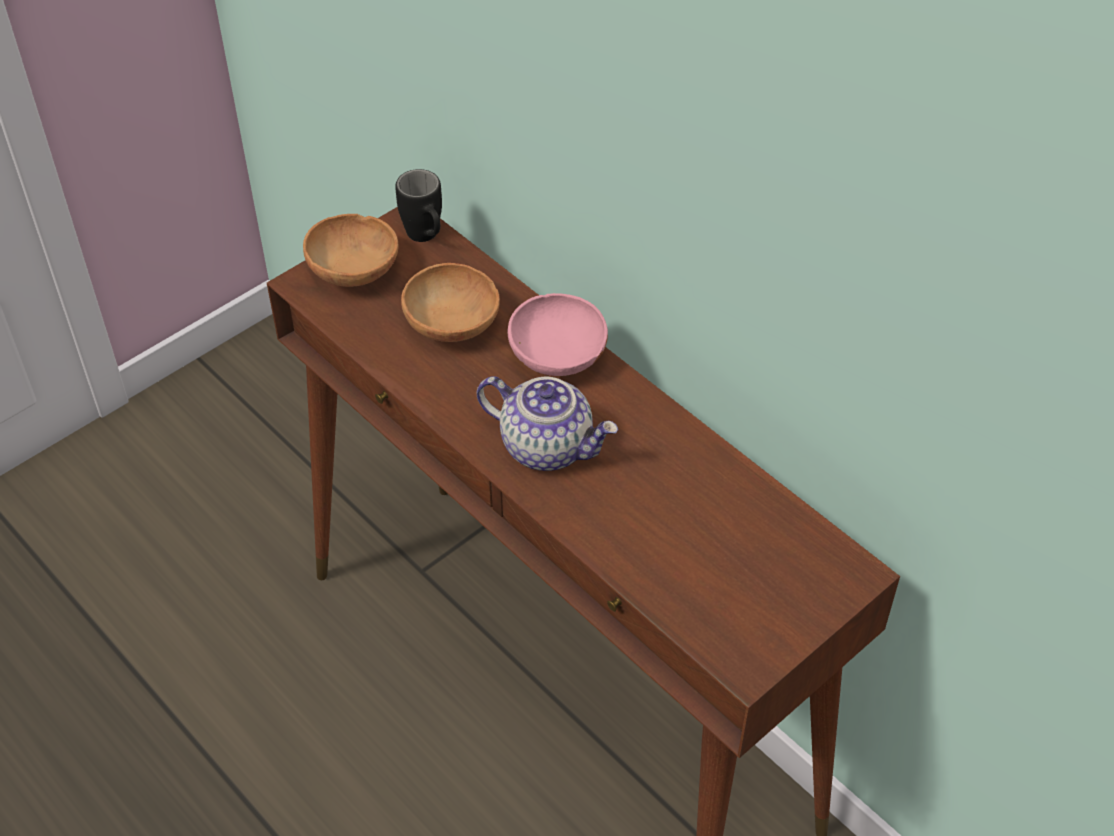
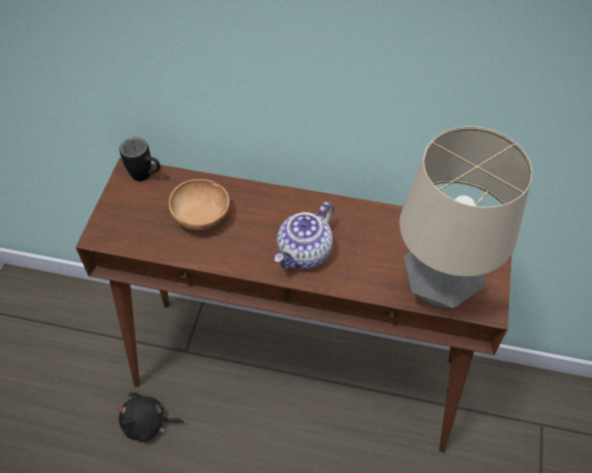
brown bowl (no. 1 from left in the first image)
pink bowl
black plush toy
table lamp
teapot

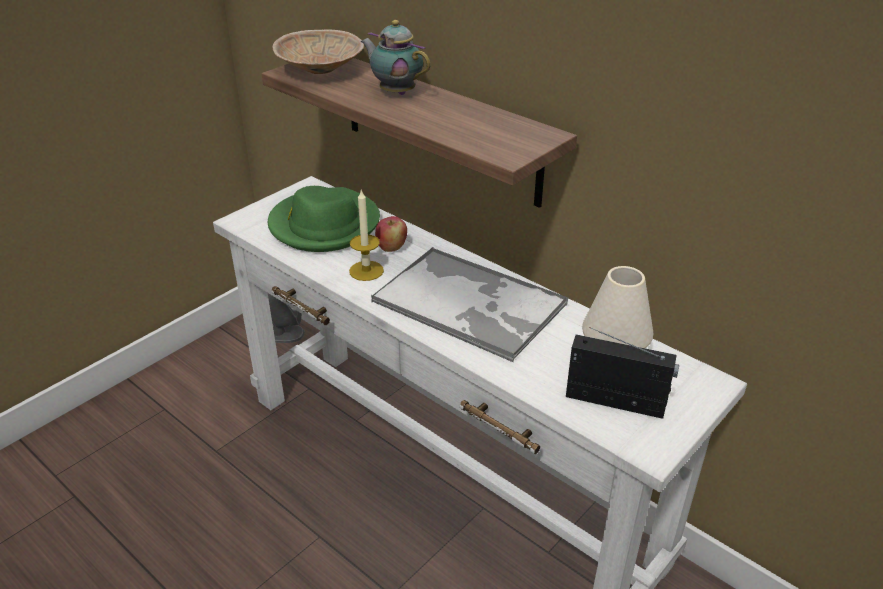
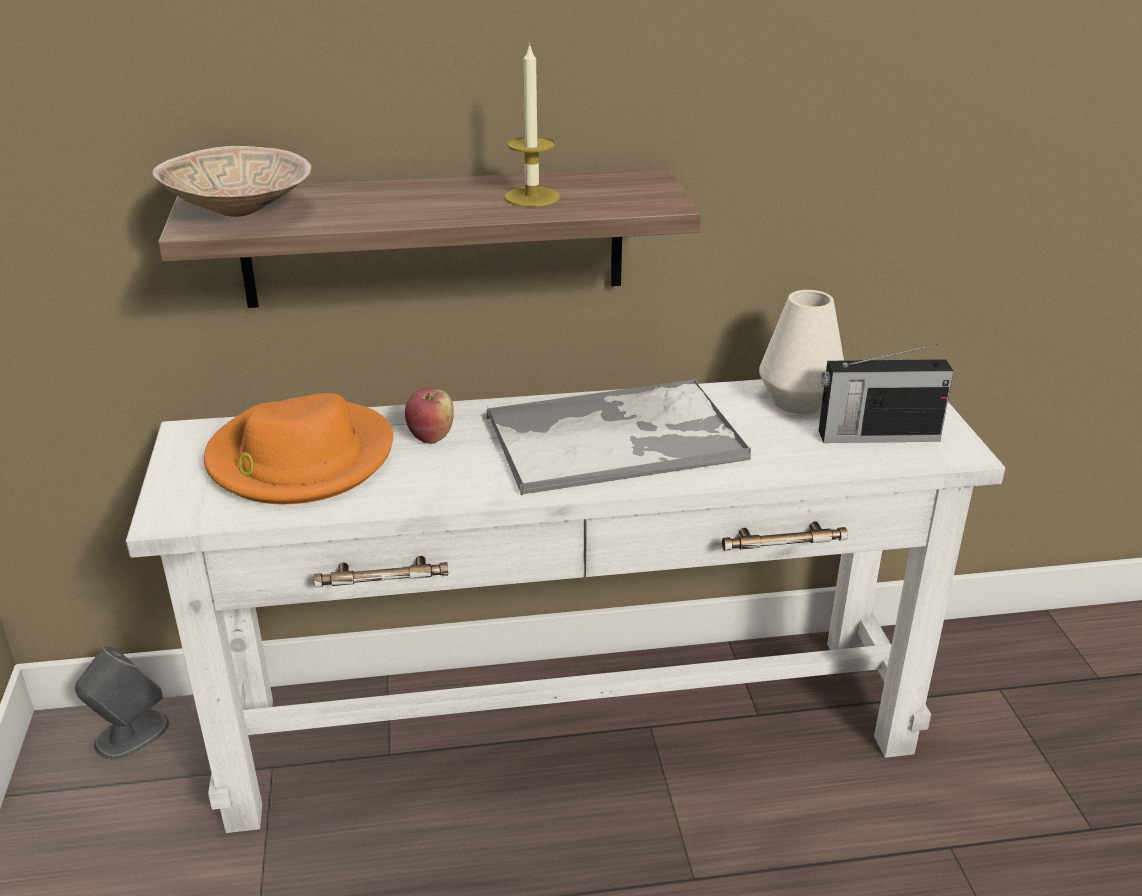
teapot
candle
orange hat
radio

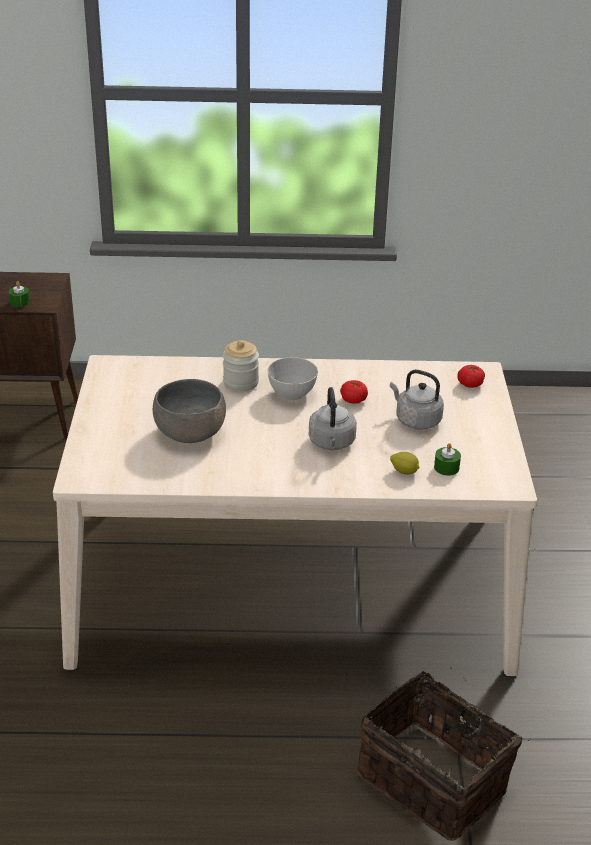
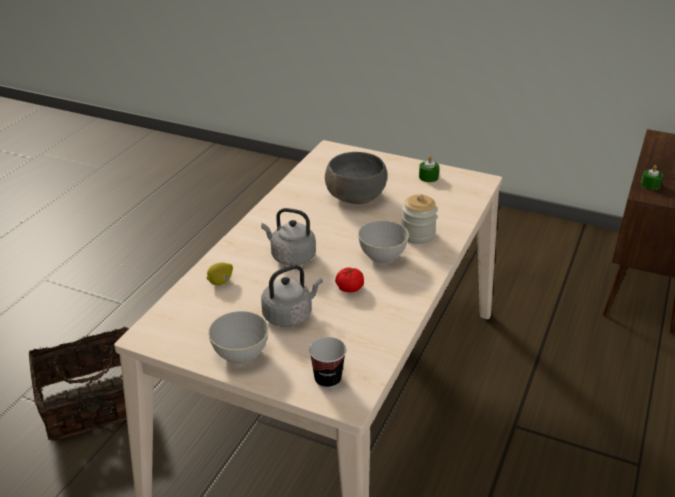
grey bowl (no. 1 from left)
green candle (no. 1 from left)
cup

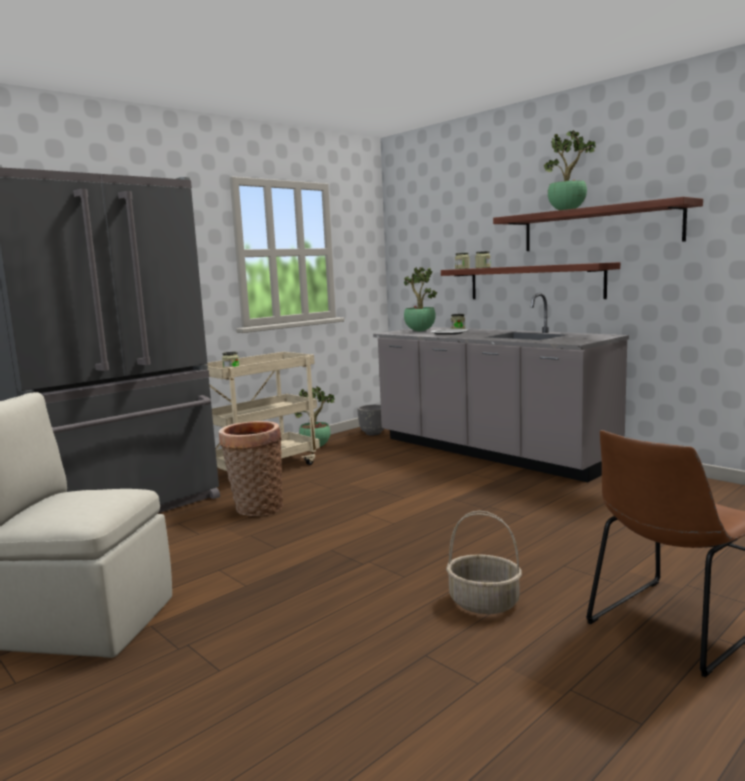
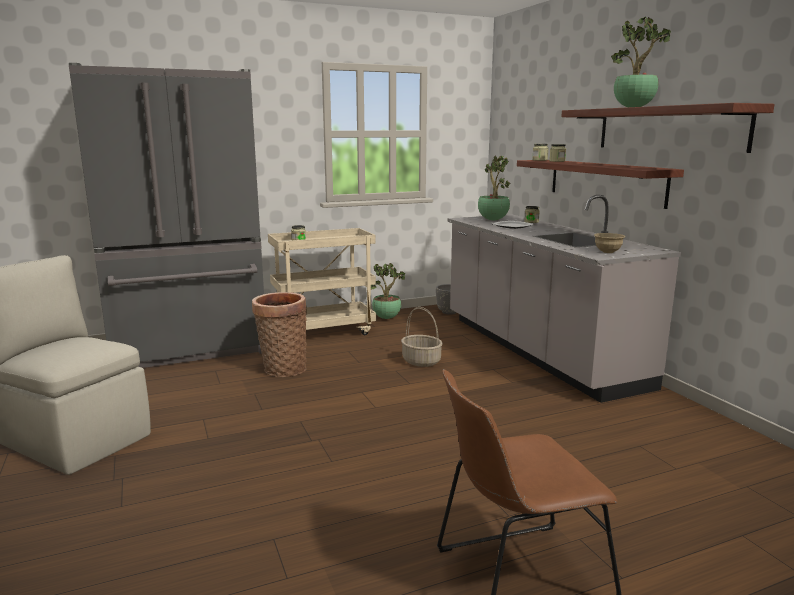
beige bowl
basket (no. 2 from left)

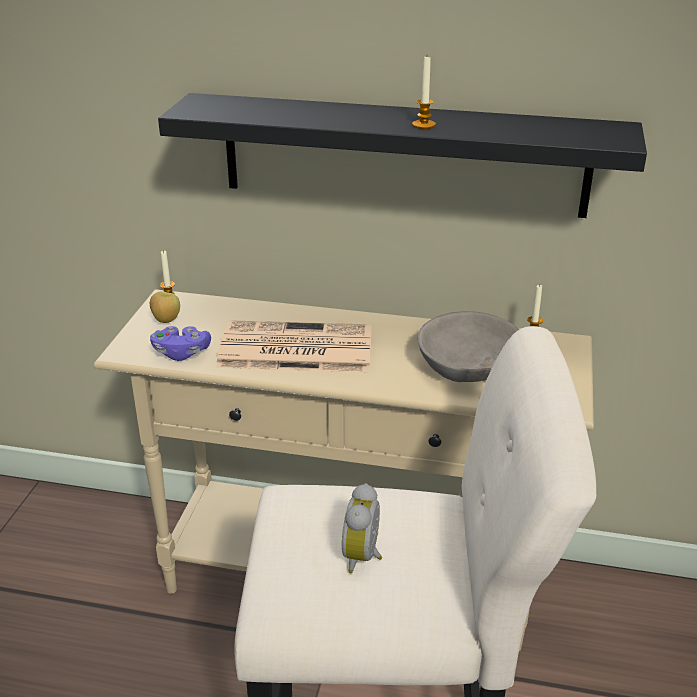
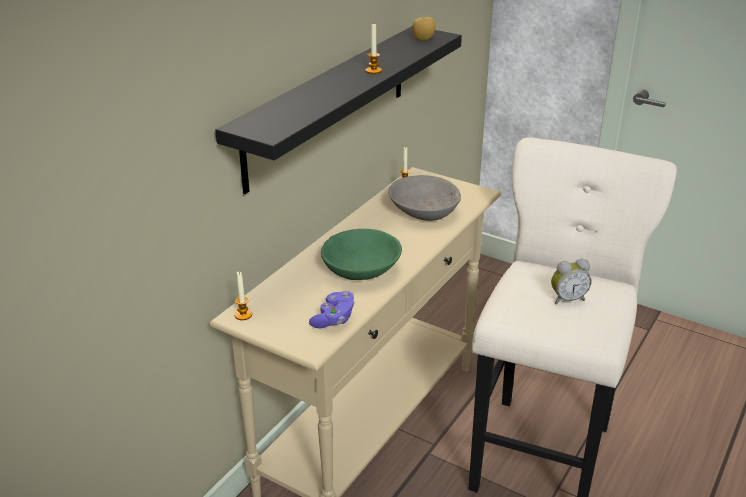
apple
green bowl
alarm clock

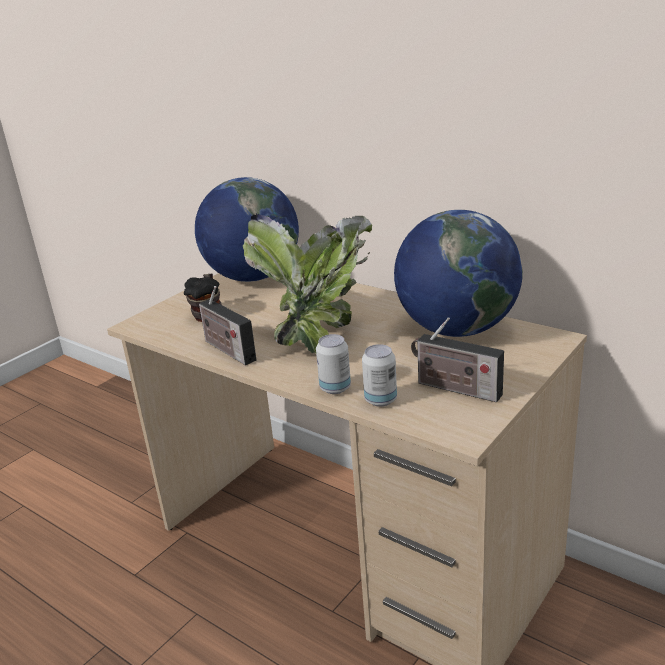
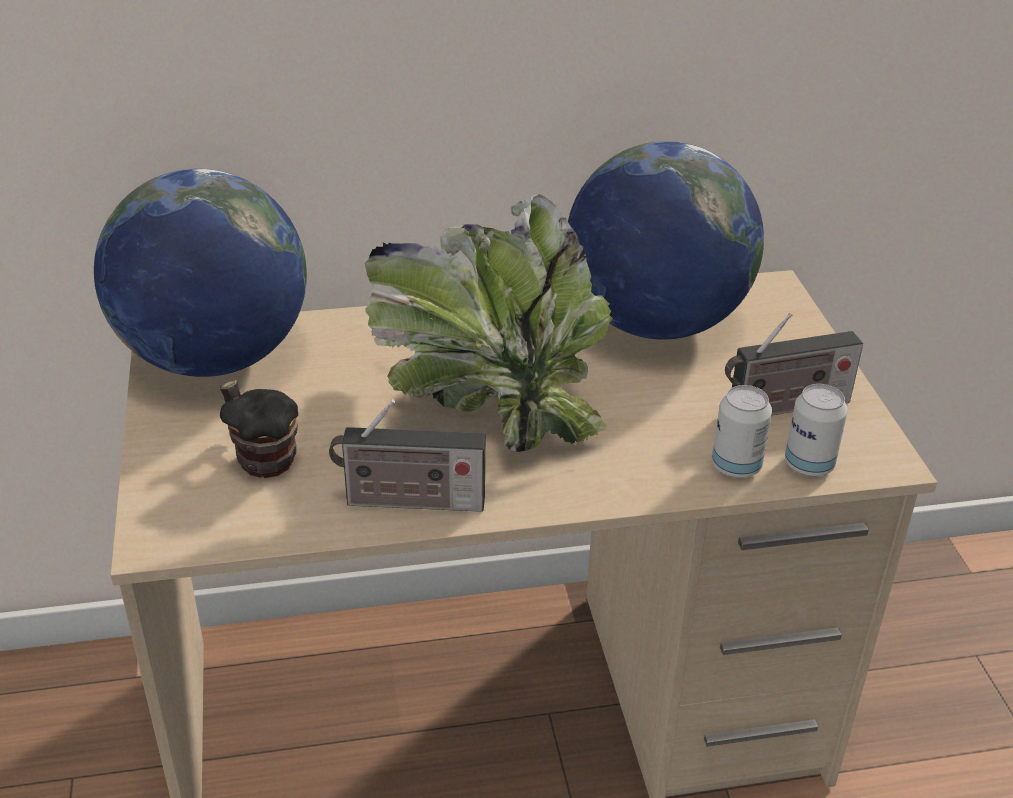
can (no. 2 from left)

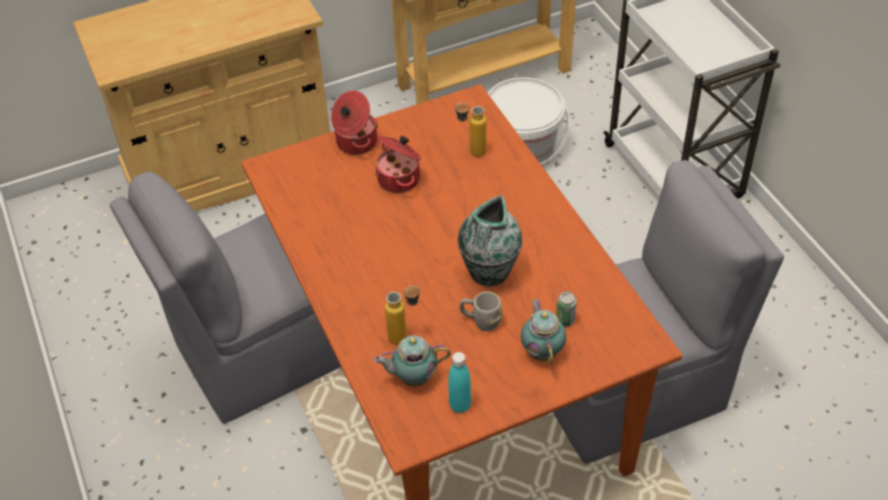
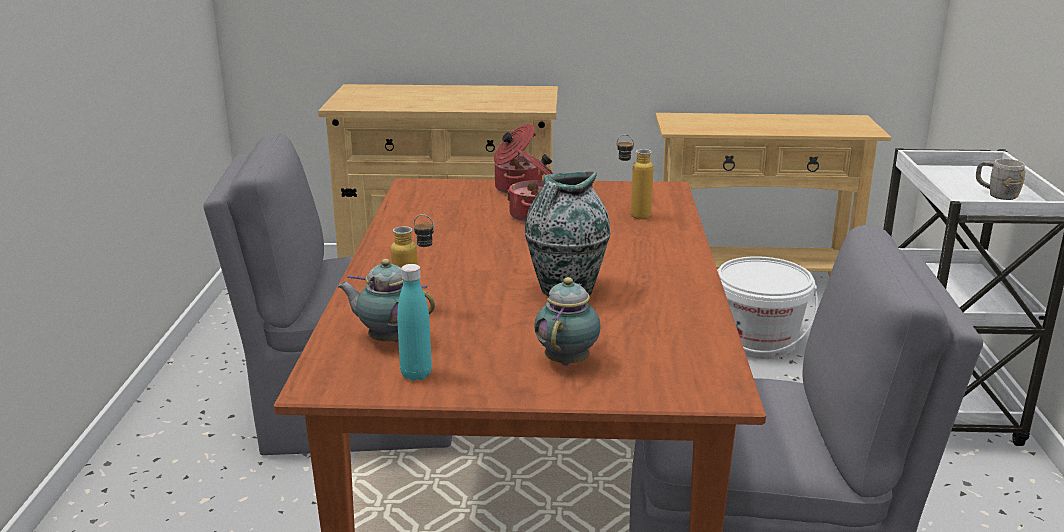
can
grey mug

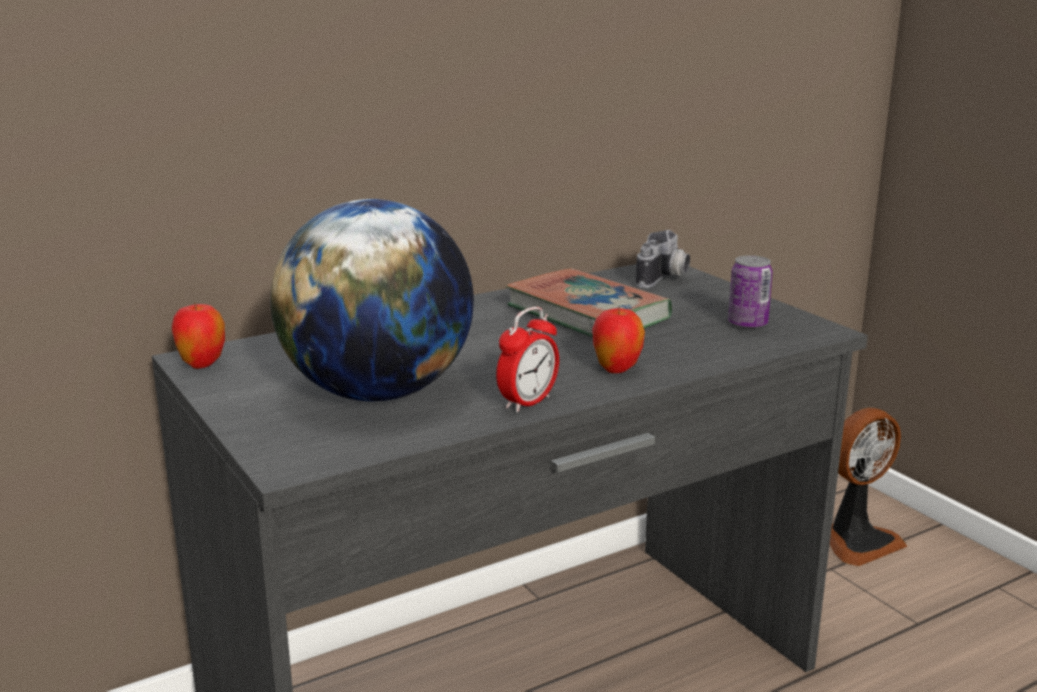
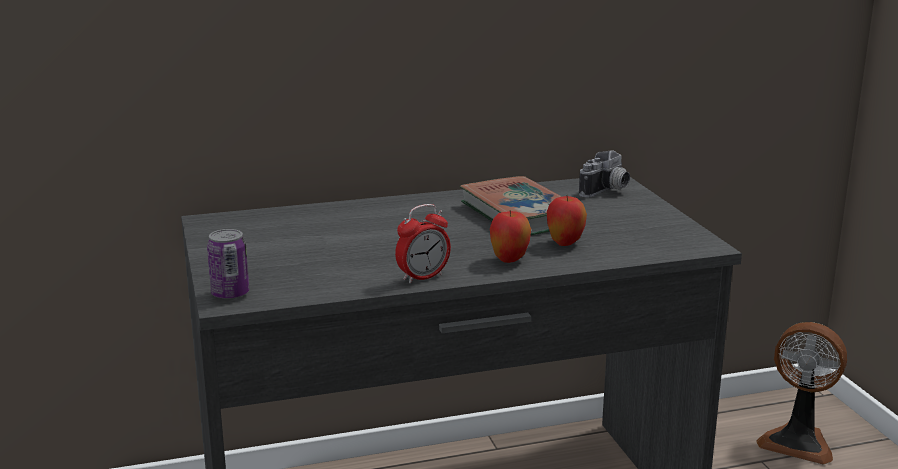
globe
apple (no. 2 from left)
can
fan

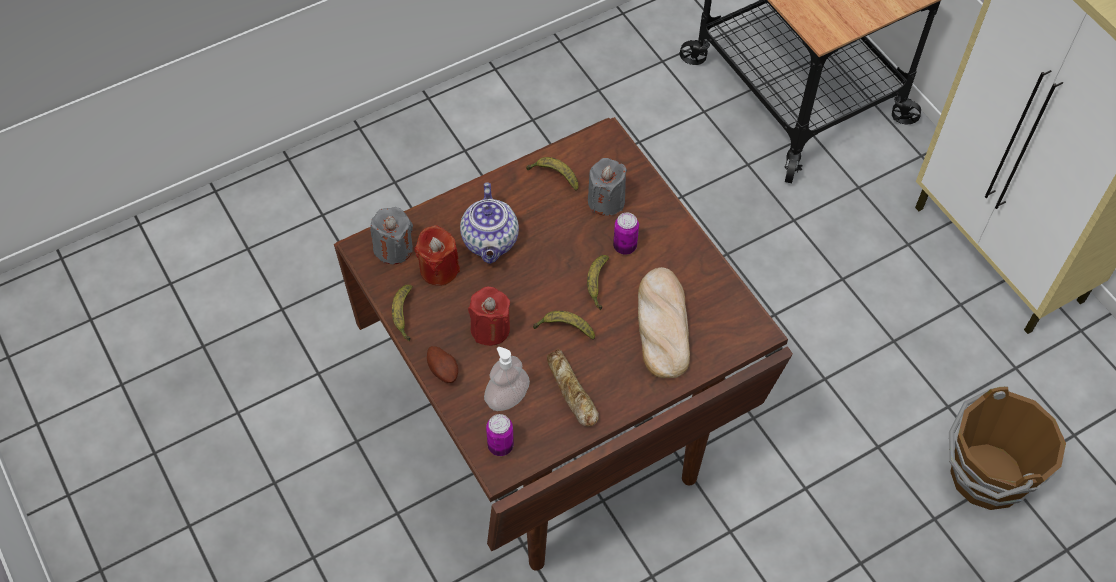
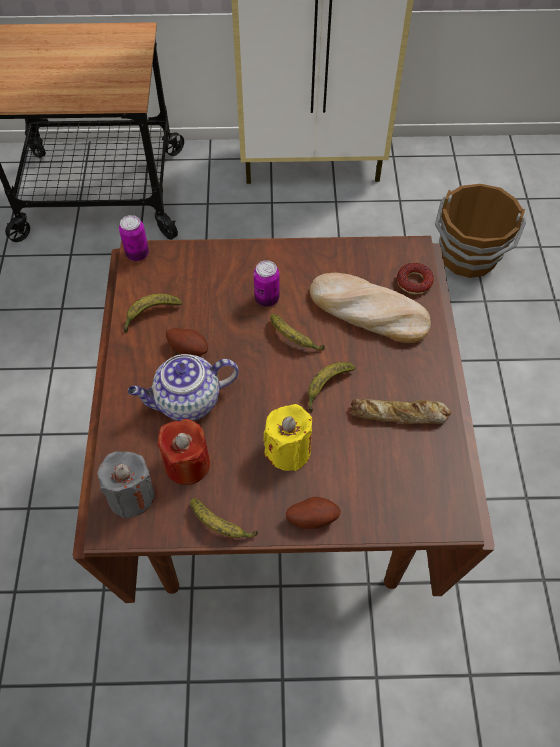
soap dispenser
grey candle (no. 2 from left in the first image)
potato (no. 1 from left)
donut
can (no. 1 from left)
yellow candle
teapot

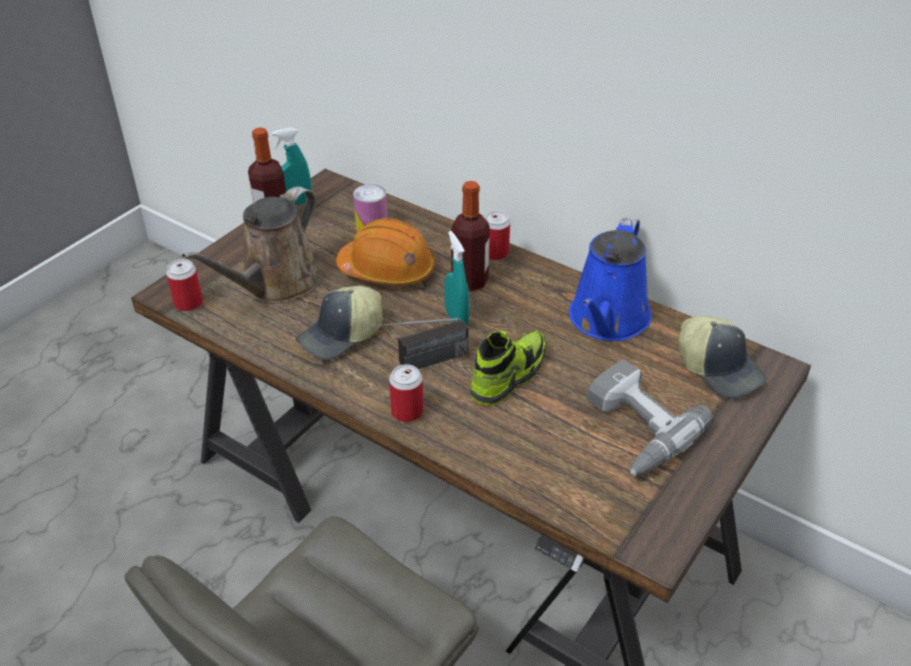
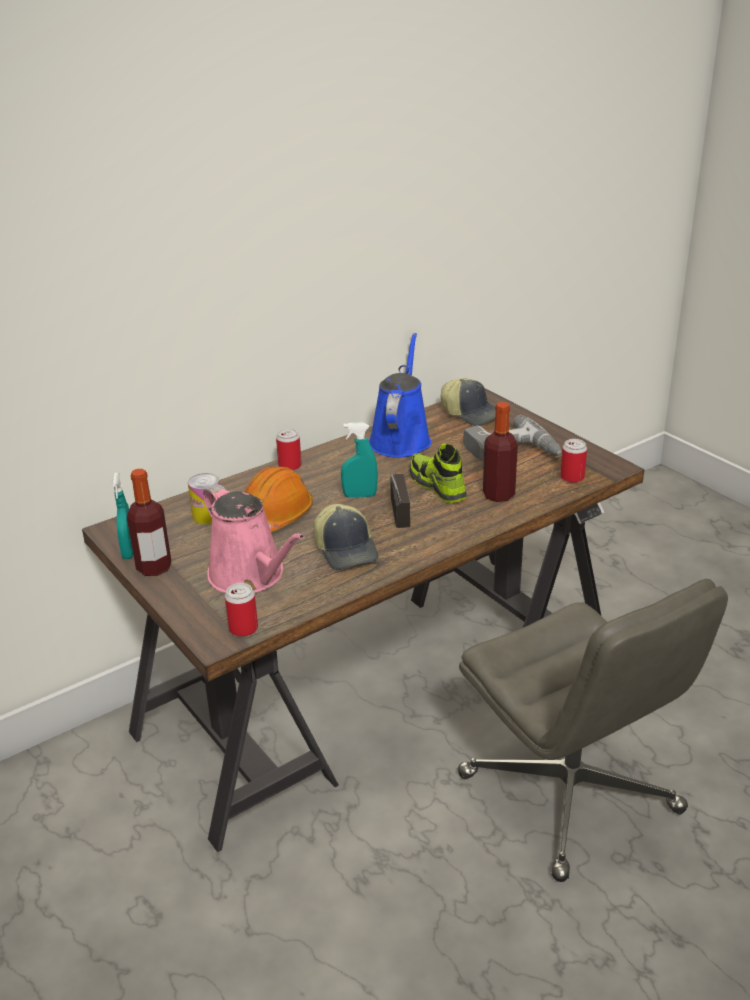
can (no. 4 from left)
bottle (no. 2 from left)
pink watering can
blue watering can
cap (no. 2 from left)

